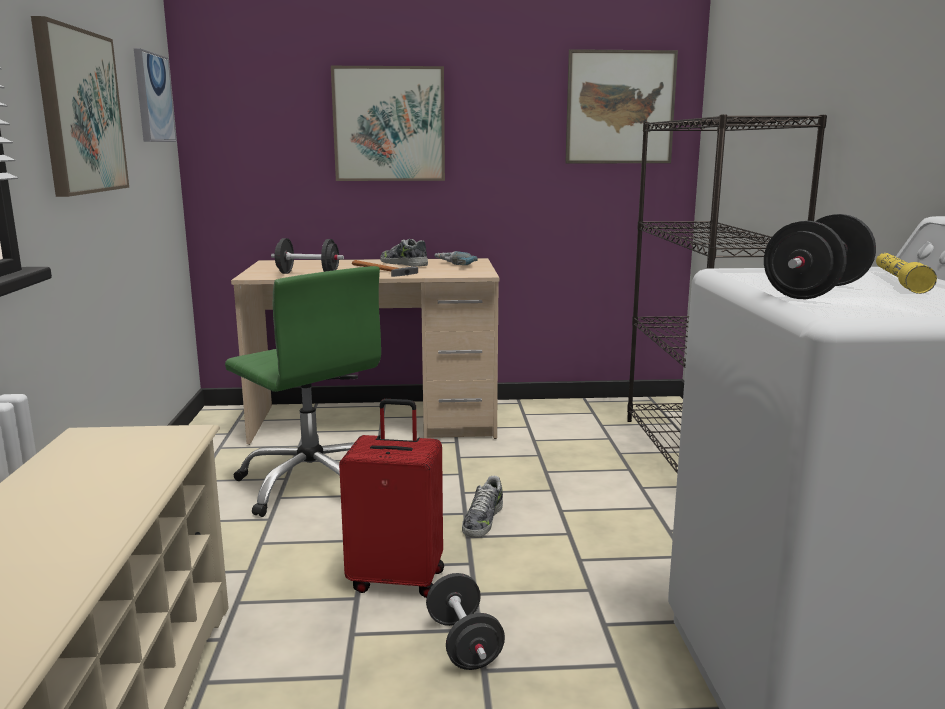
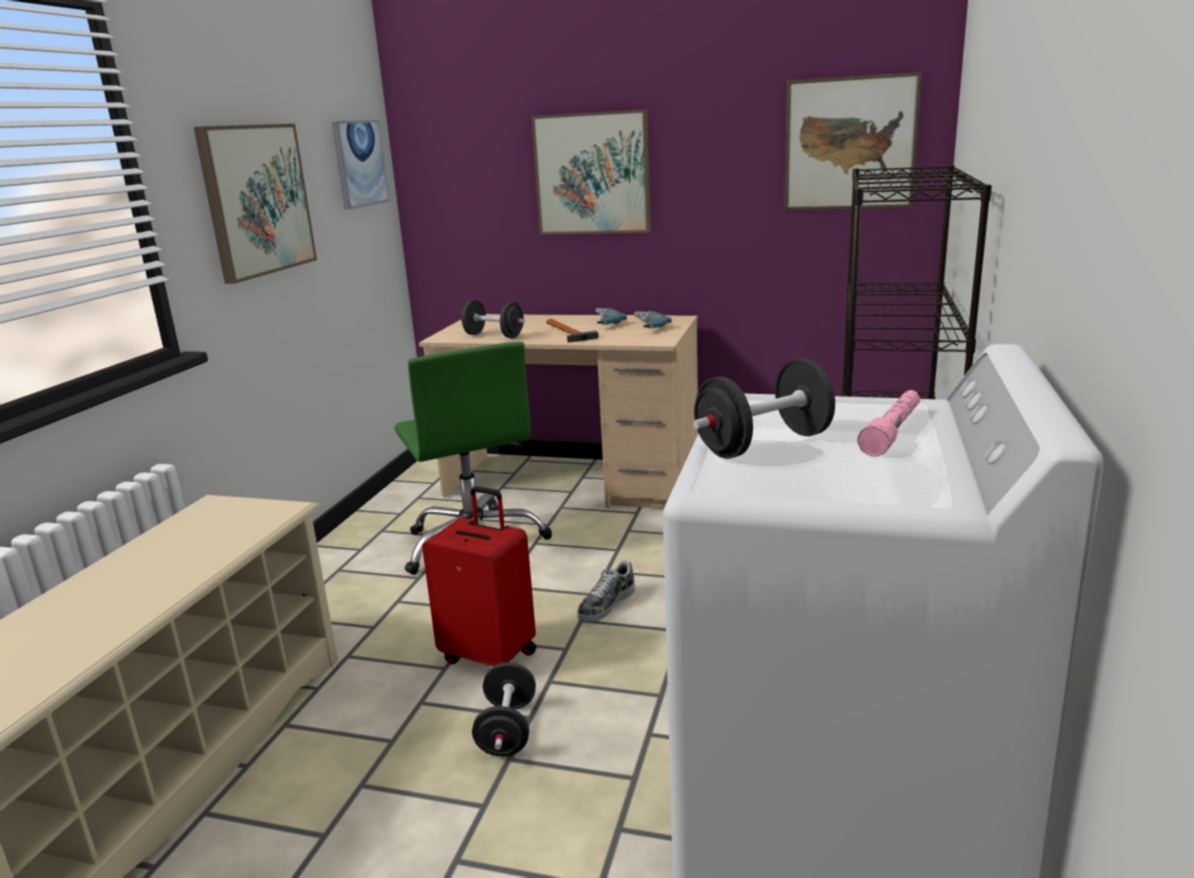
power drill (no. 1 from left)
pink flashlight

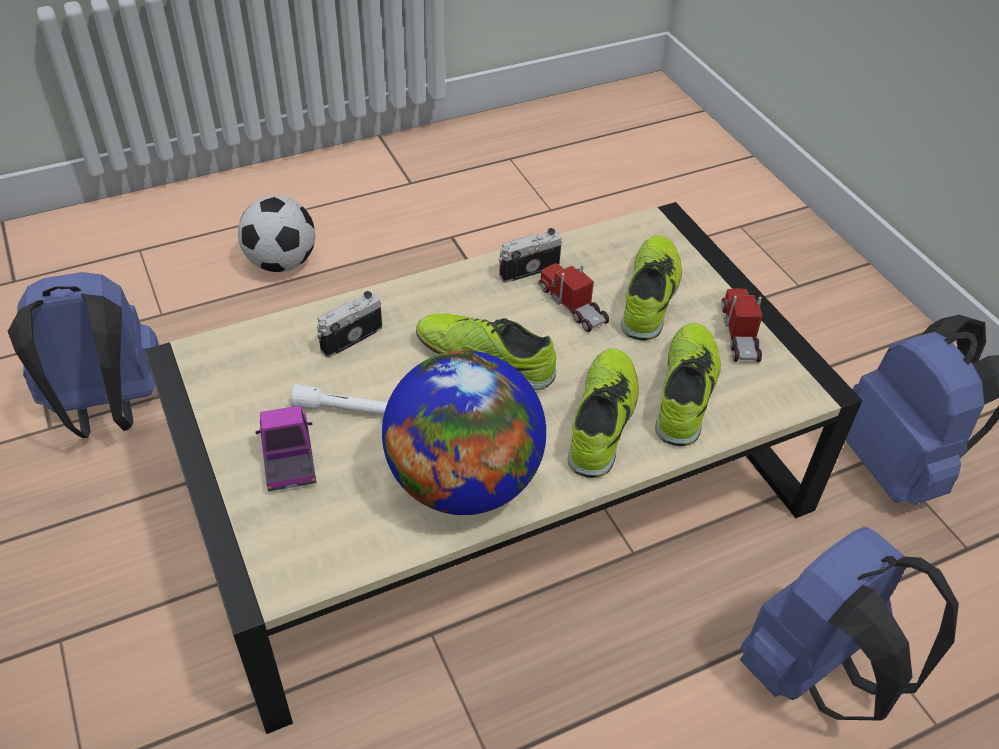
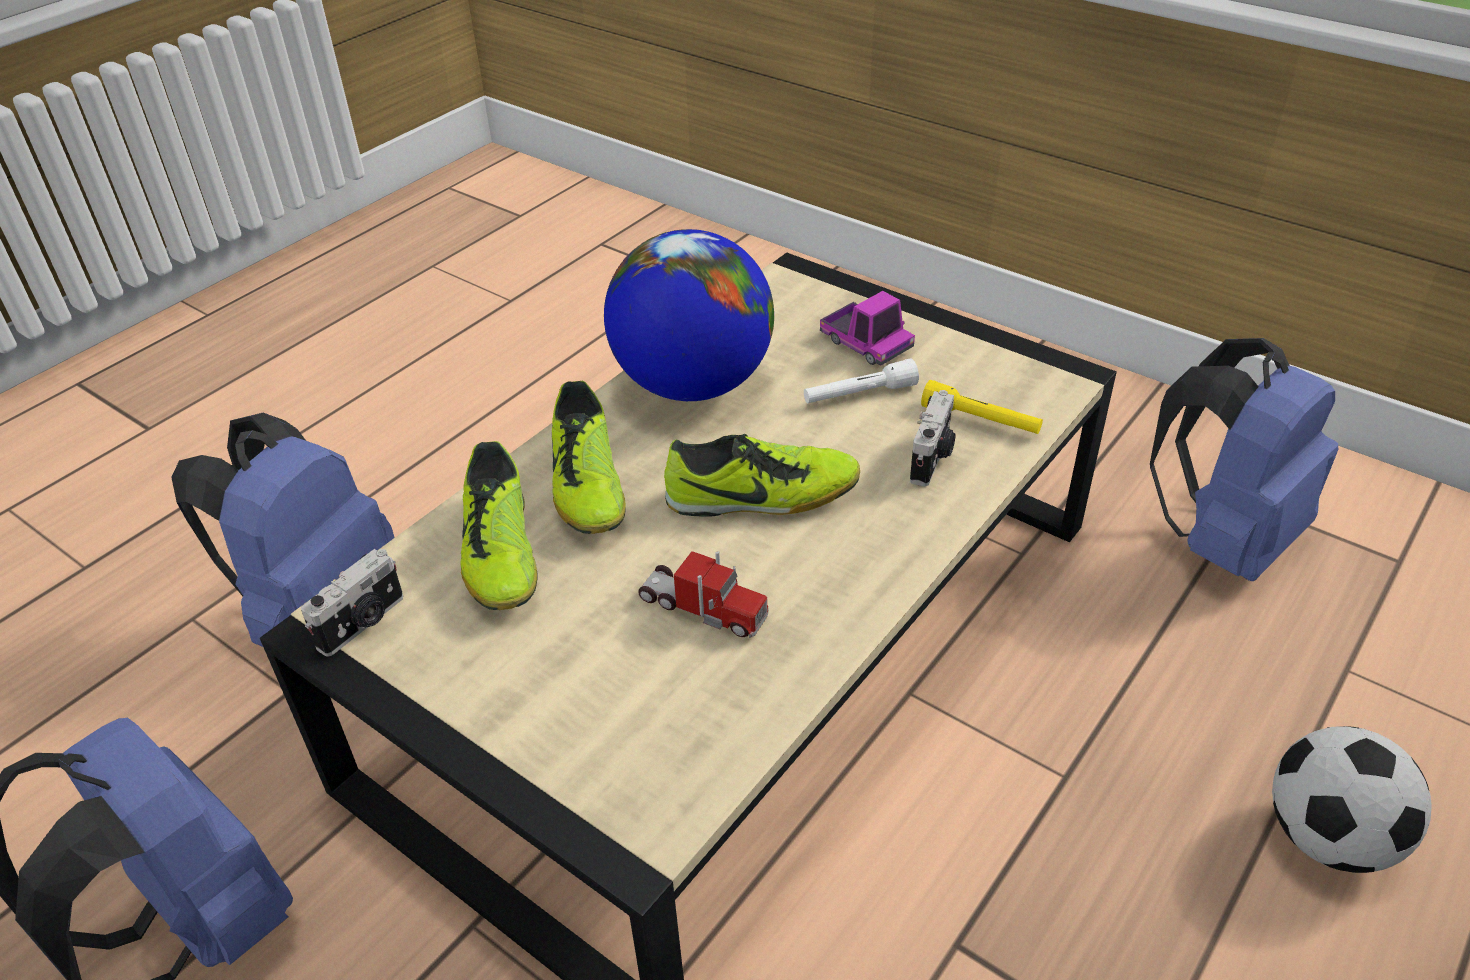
shoe (no. 3 from left in the first image)
toy truck (no. 3 from left in the first image)
yellow flashlight
photo camera (no. 1 from left)

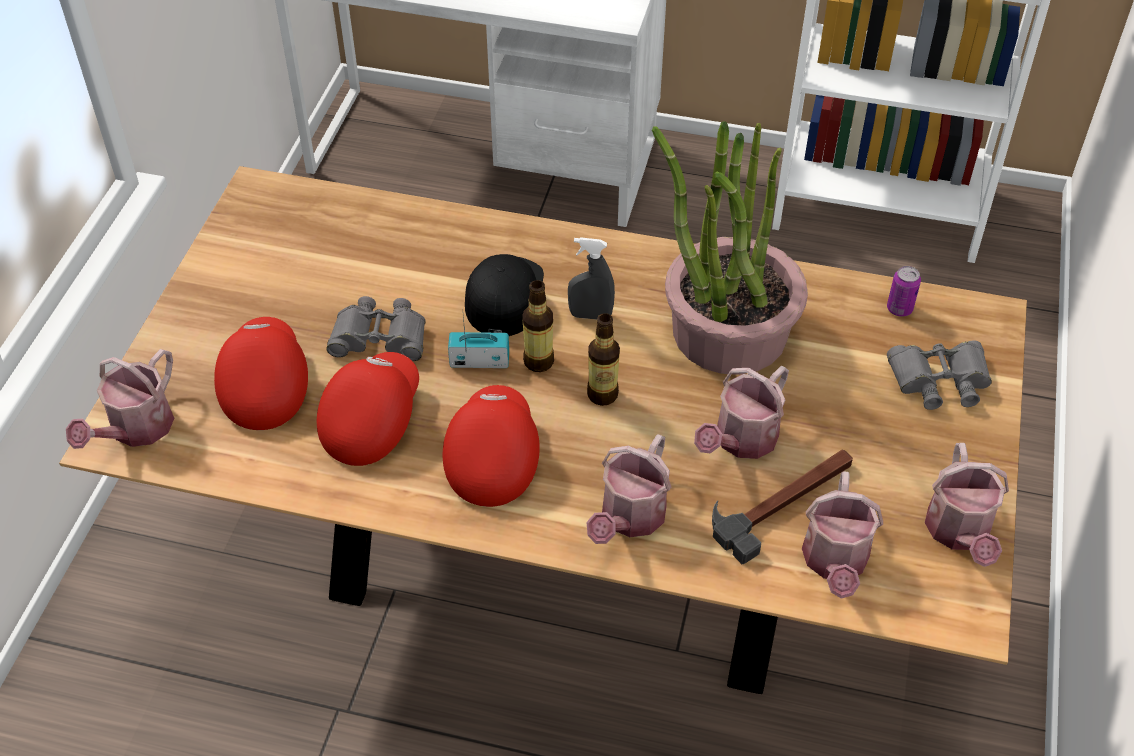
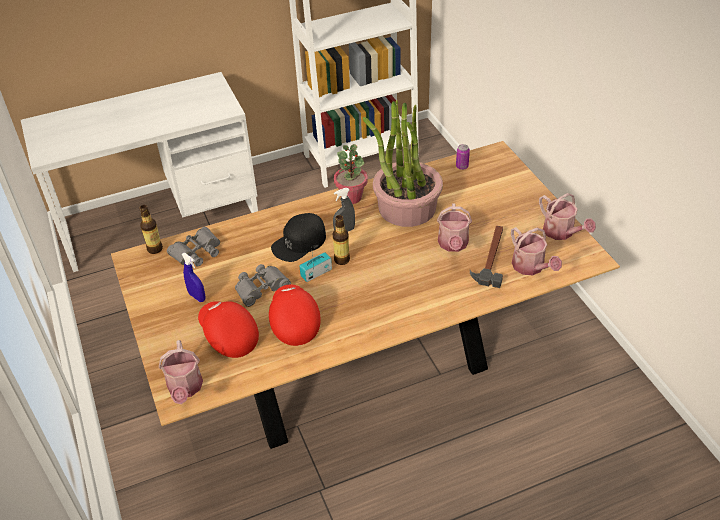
red cap (no. 3 from left in the first image)
watering can (no. 2 from left in the first image)
blue spray bottle
potted plant (no. 1 from left)
bottle (no. 1 from left)
grey binoculars (no. 1 from left)
black cap

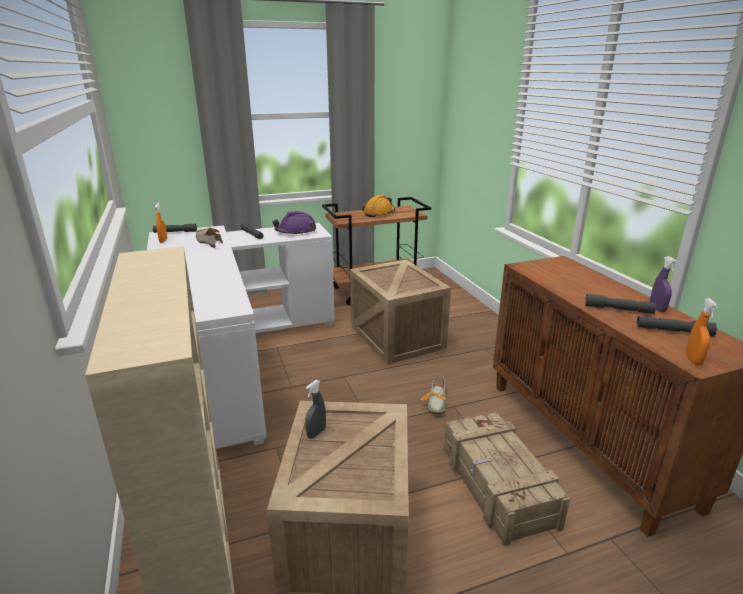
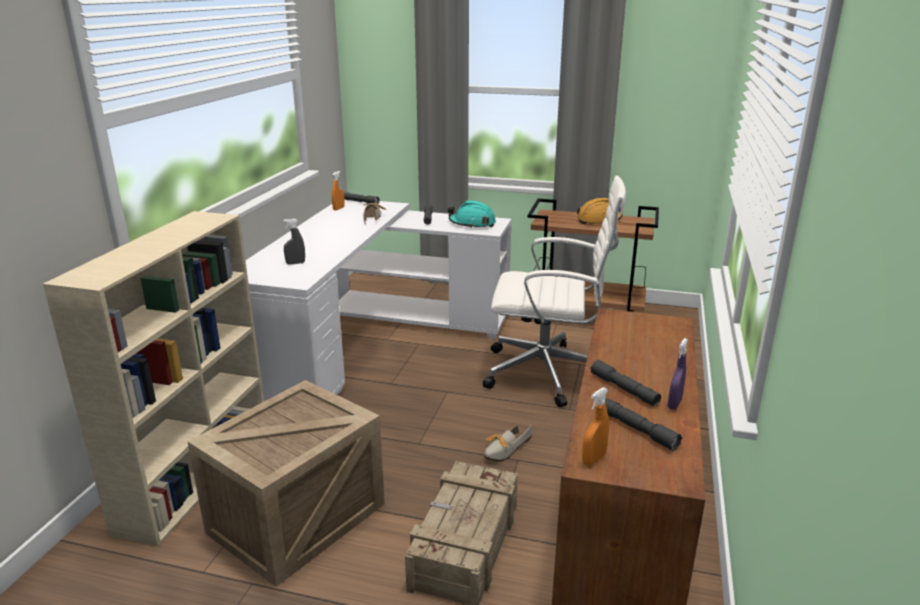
grey spray bottle
white office chair
turquoise hard hat

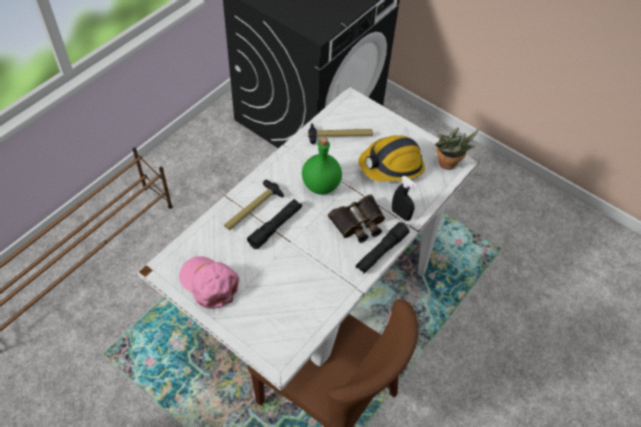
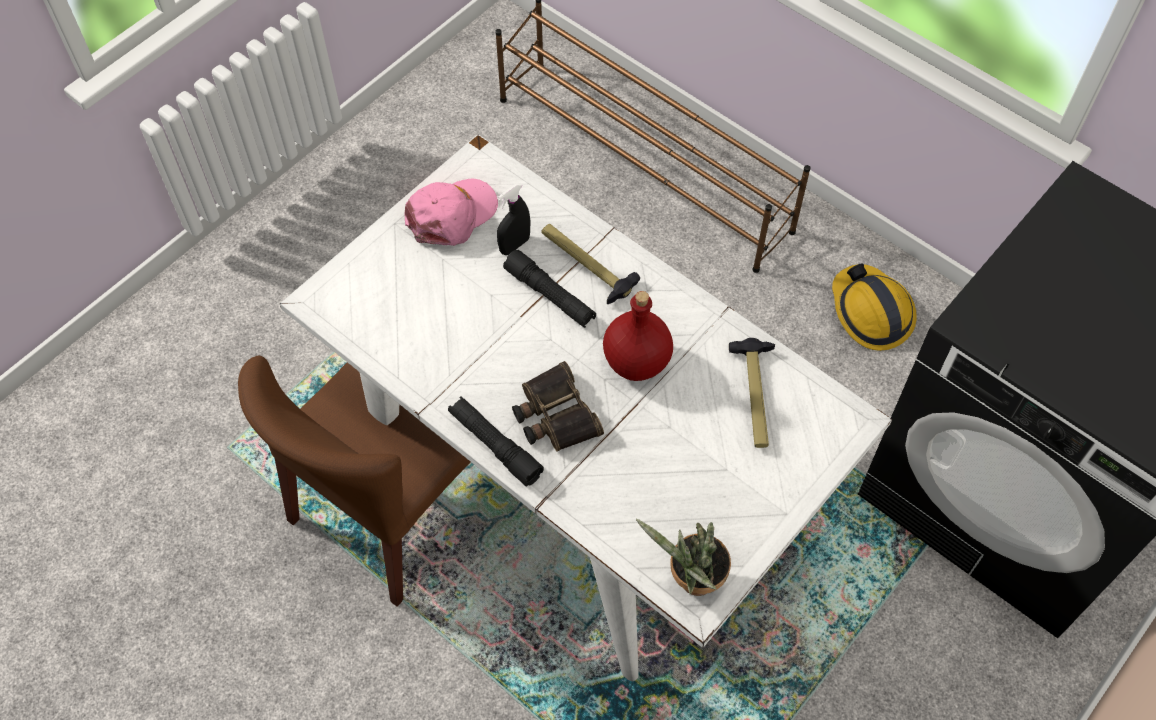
hard hat
black spray bottle
red bottle

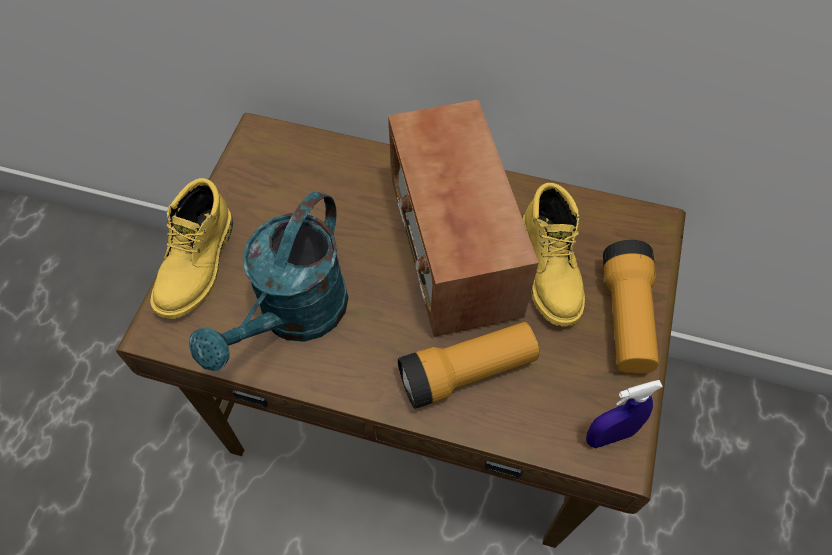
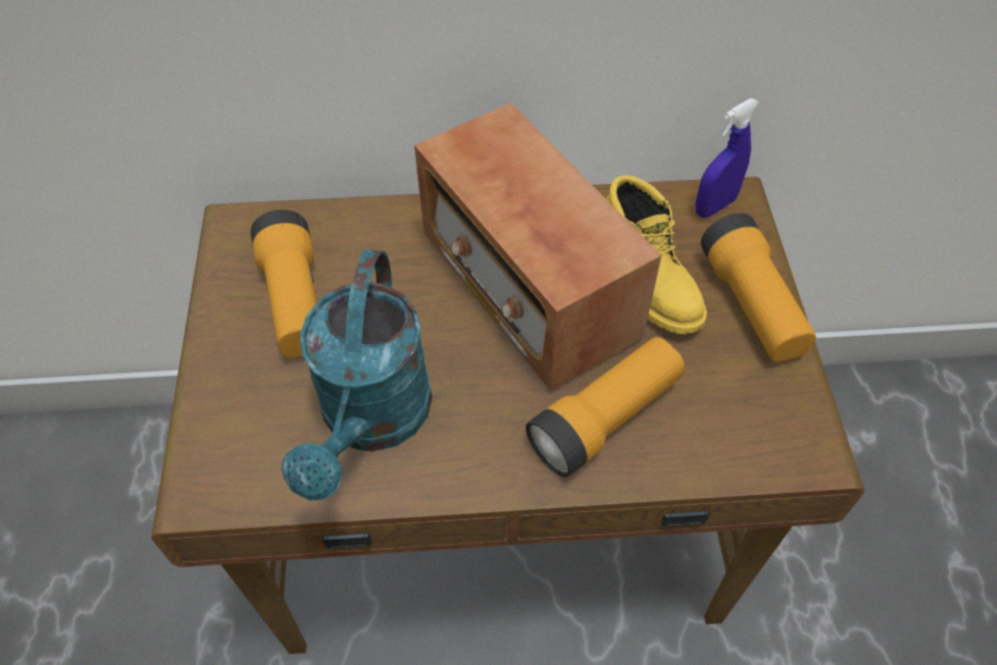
yellow boot (no. 1 from left in the first image)
flashlight (no. 1 from left)
blue spray bottle

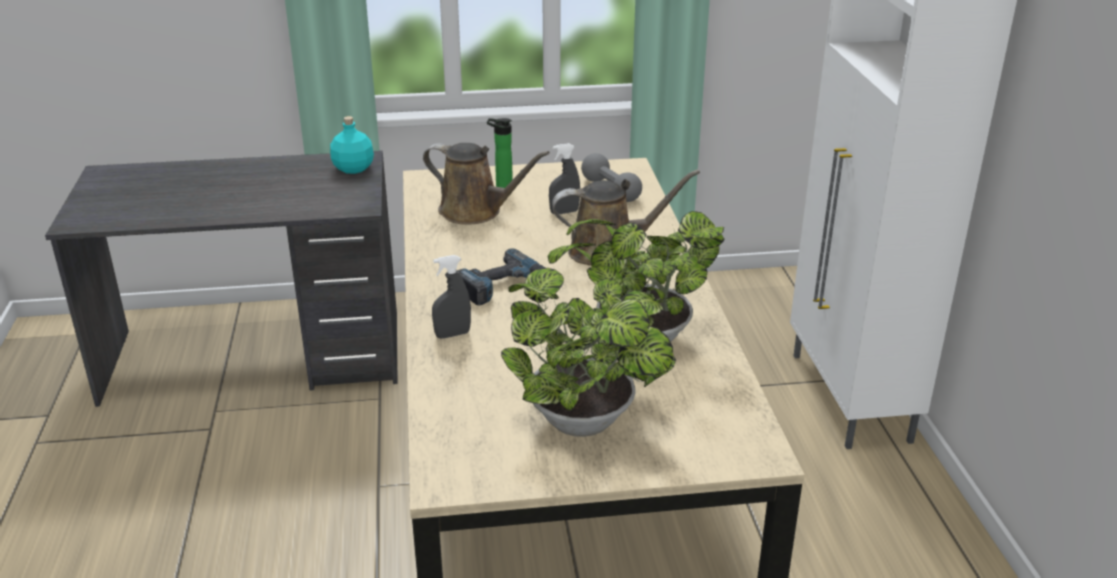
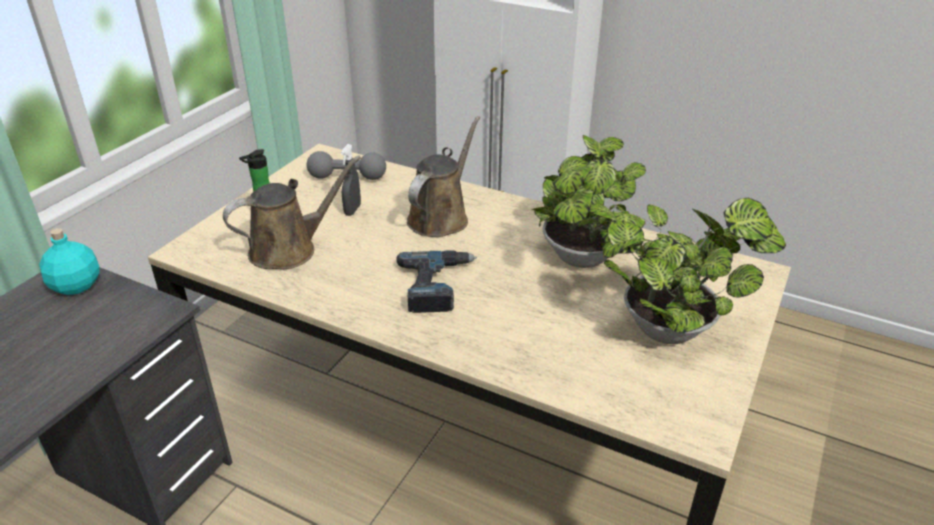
grey spray bottle (no. 1 from left in the first image)

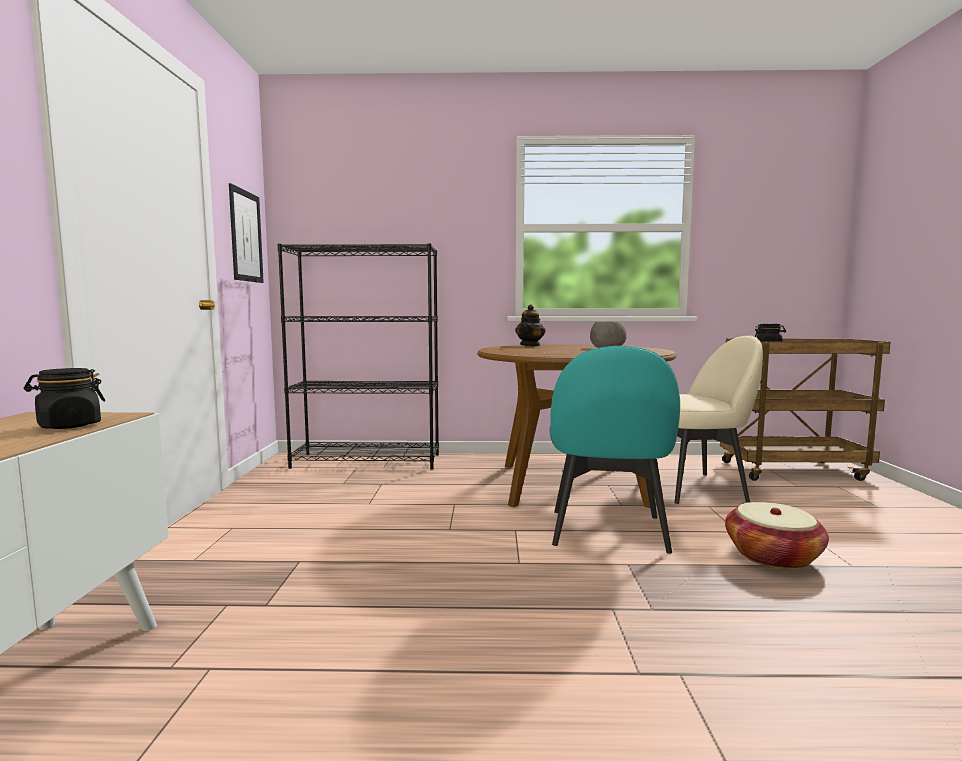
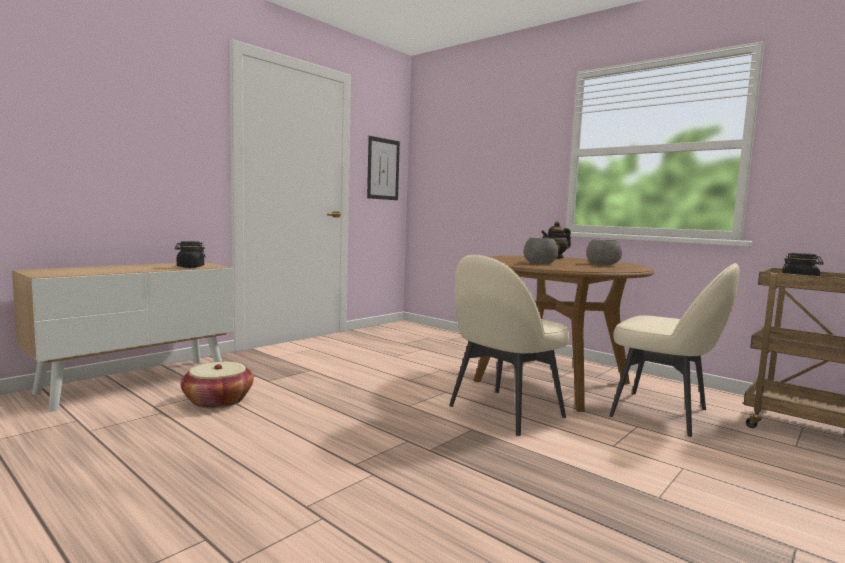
black bookcase
grey bowl (no. 1 from left)
basket
beige chair (no. 1 from left)

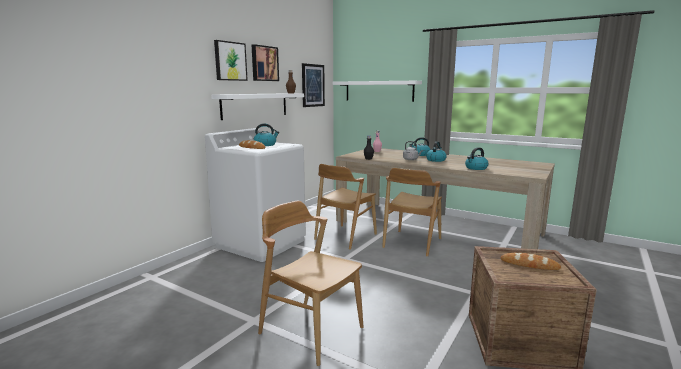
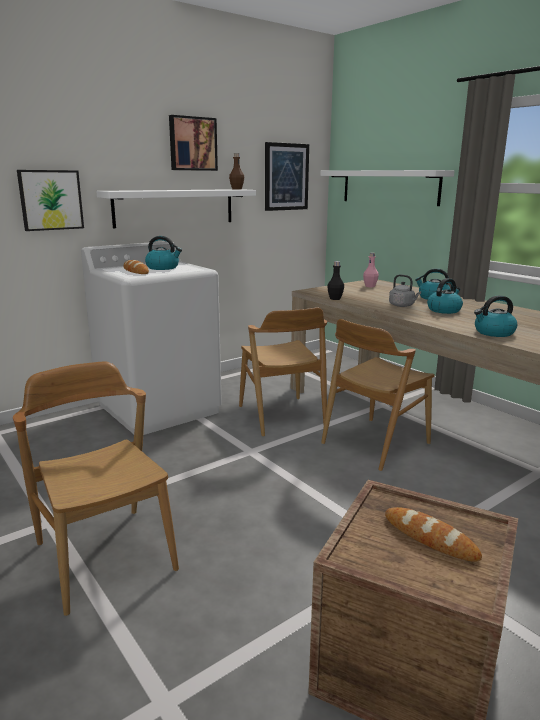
picture (no. 1 from left)
brown chair (no. 2 from left)

